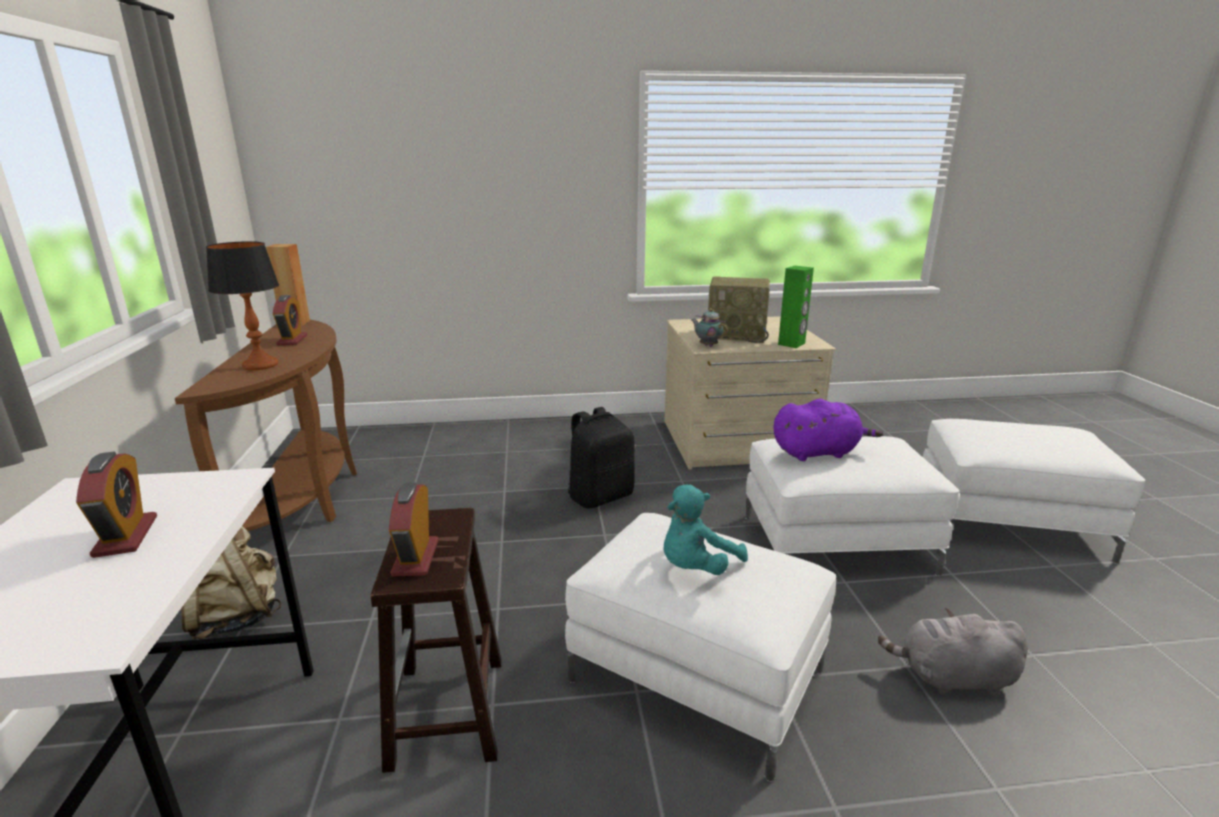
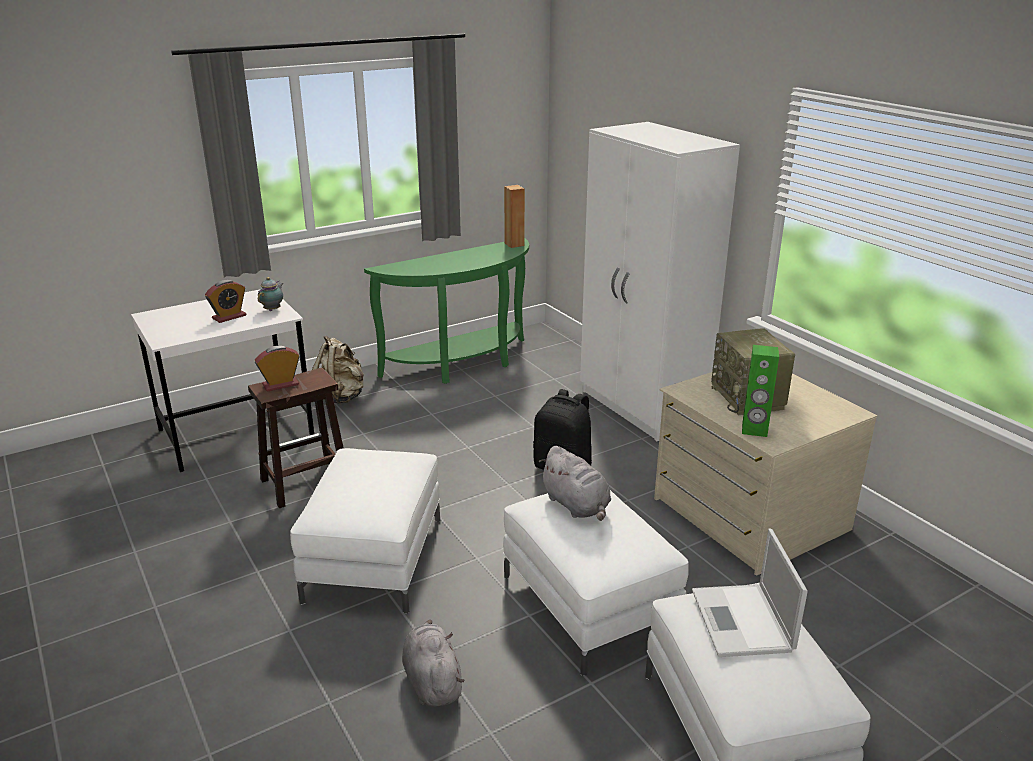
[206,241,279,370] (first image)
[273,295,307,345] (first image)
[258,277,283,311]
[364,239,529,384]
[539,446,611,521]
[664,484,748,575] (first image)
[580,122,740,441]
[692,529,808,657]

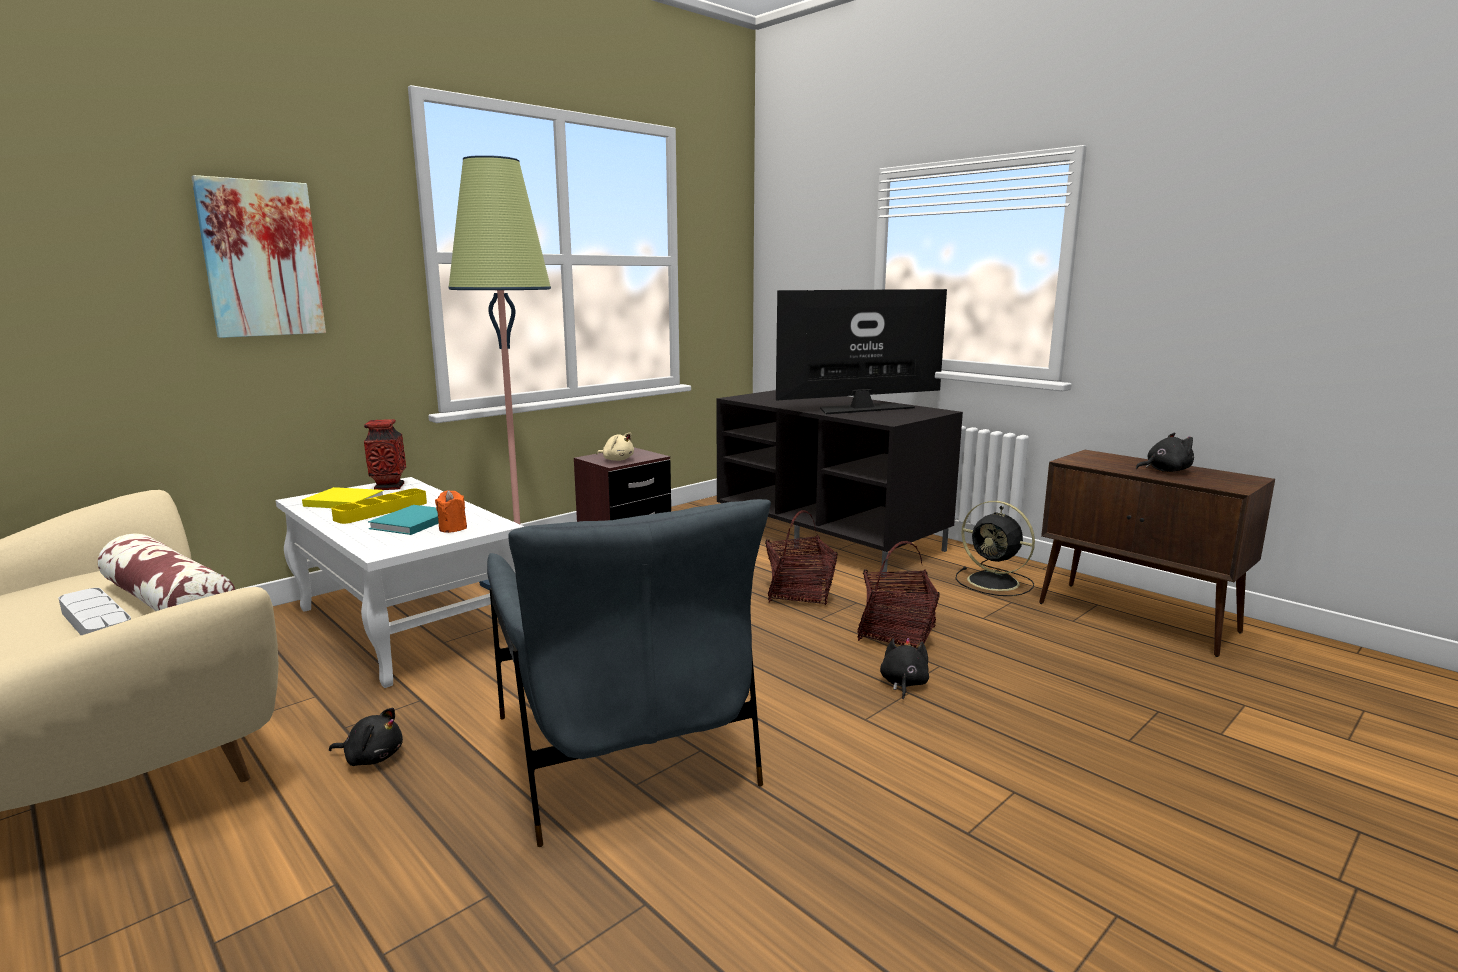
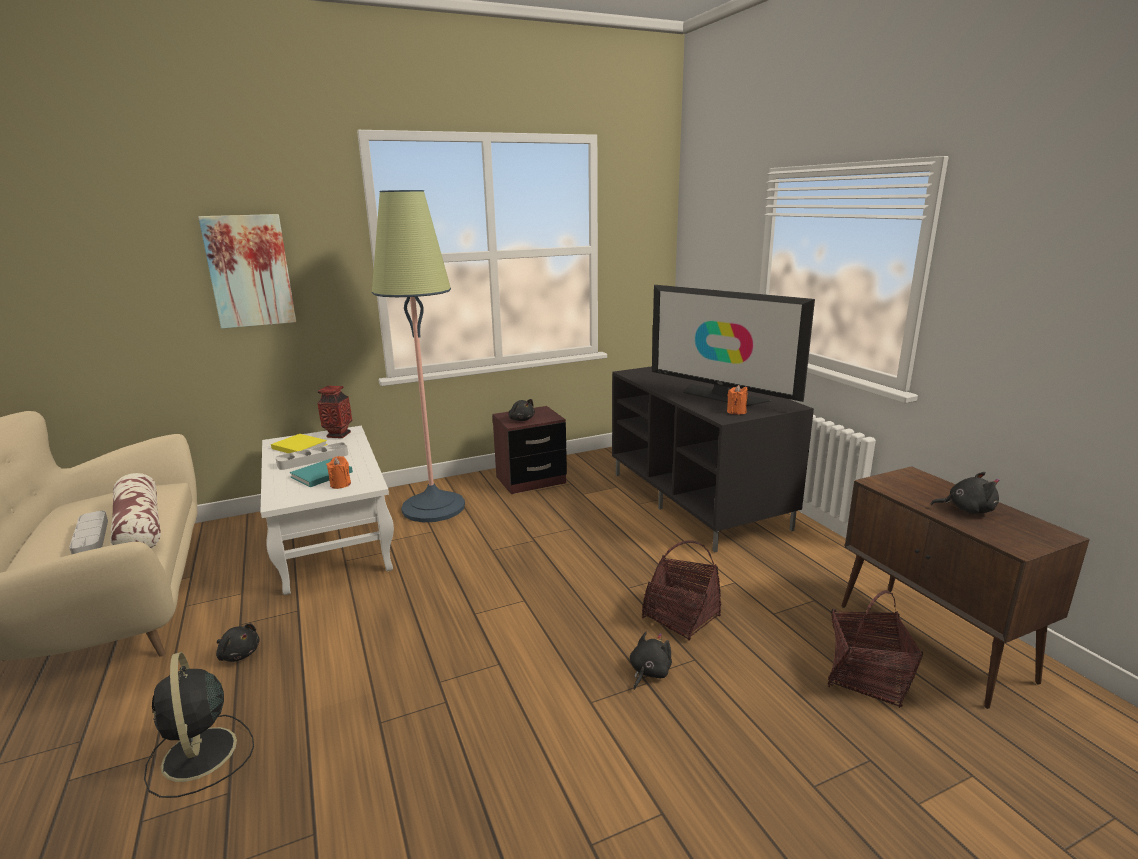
[652,285,815,406]
[509,399,535,421]
[276,442,348,470]
[487,499,771,847] (first image)
[144,652,254,798]
[828,590,923,708]
[727,385,747,415]

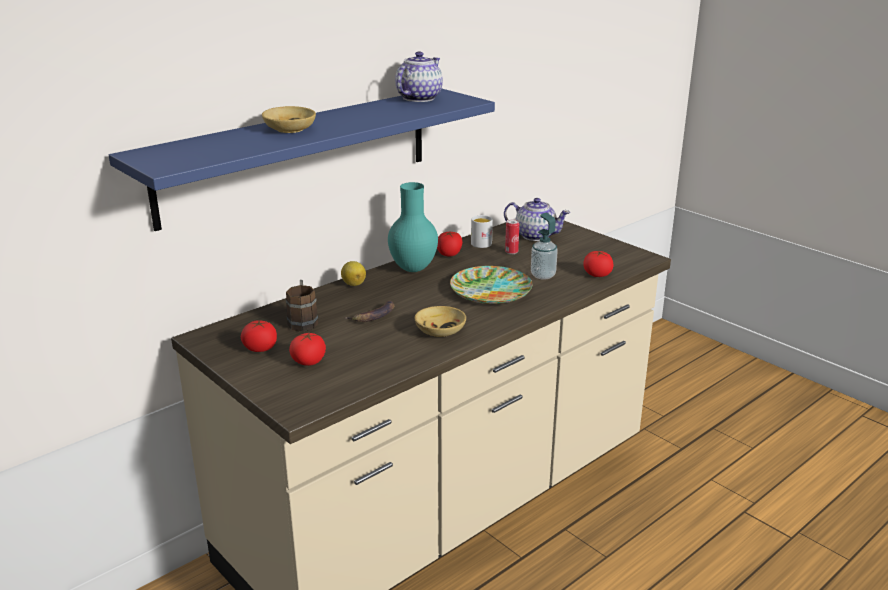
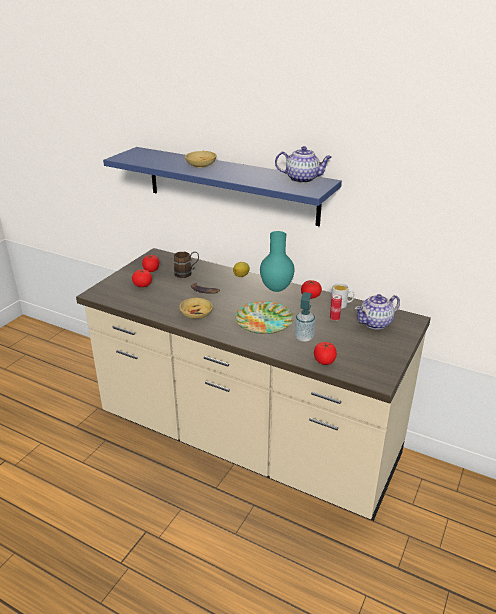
[355,294,400,330]

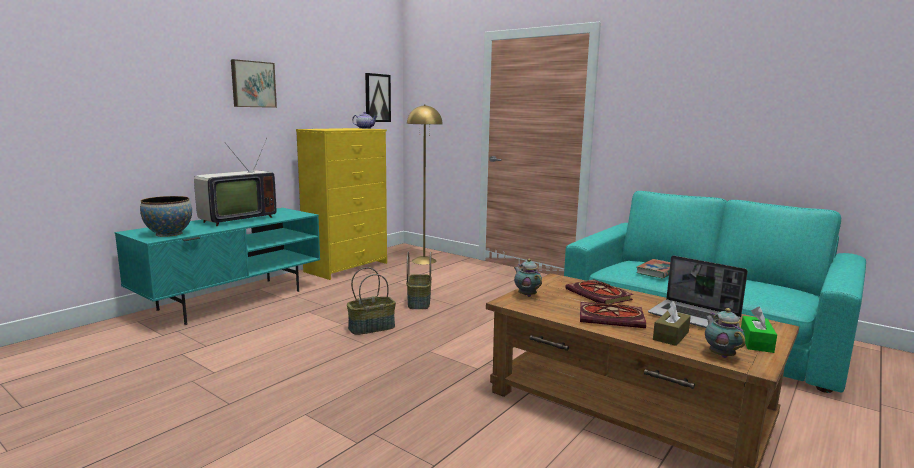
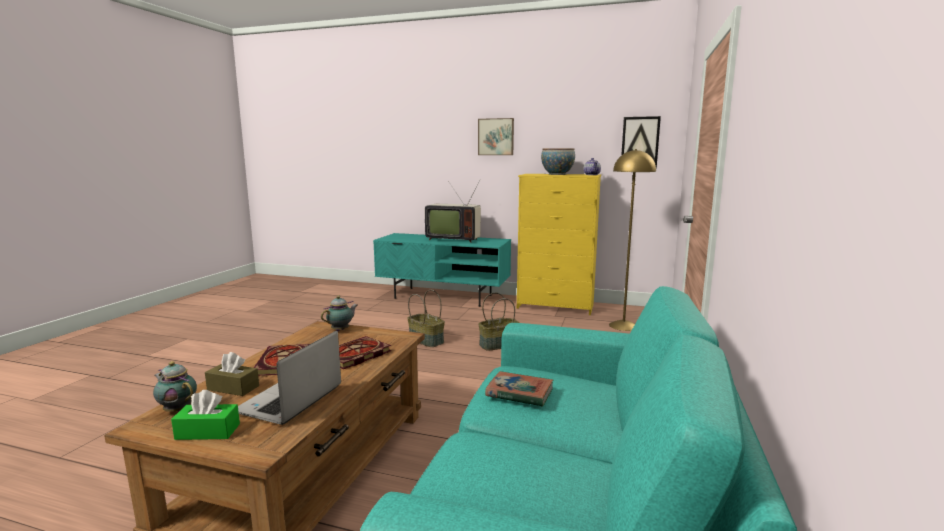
[541,148,575,175]
[153,361,197,412]

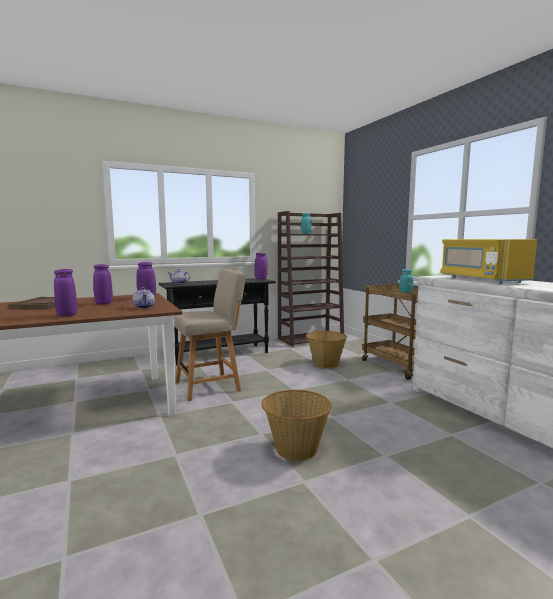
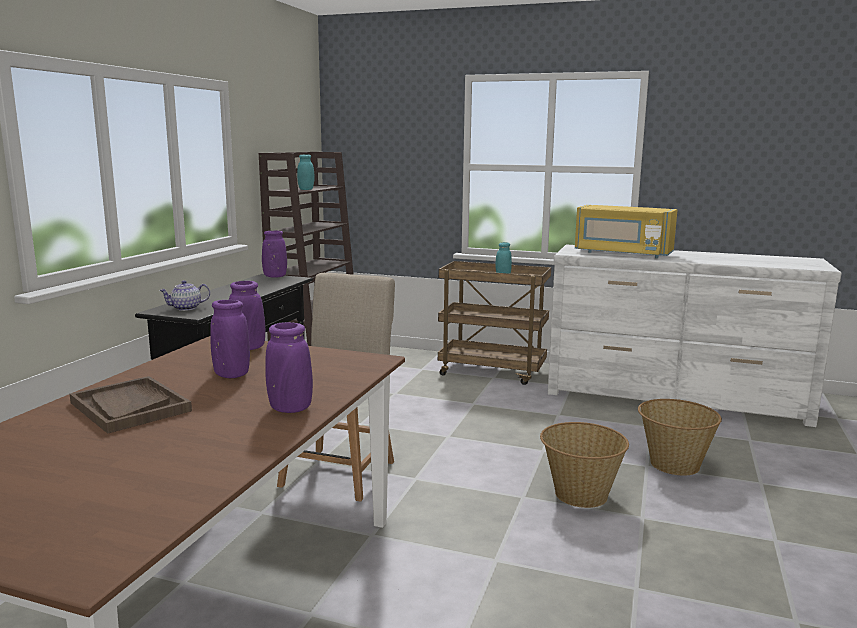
[133,287,155,309] (first image)
[638,399,722,475]

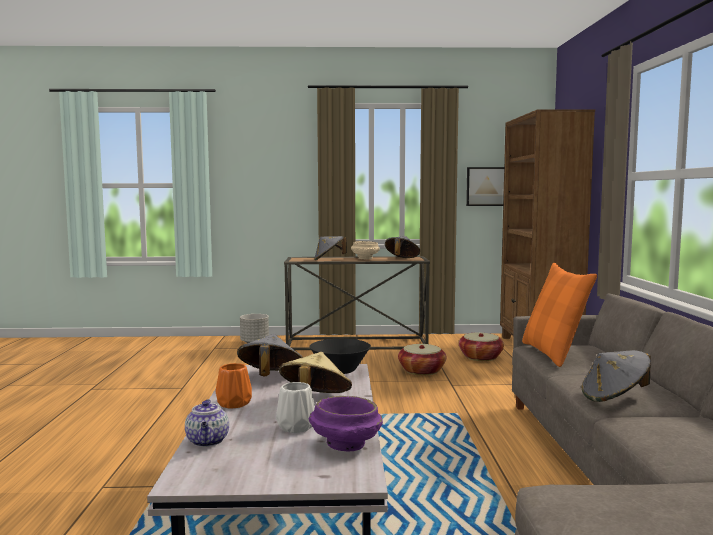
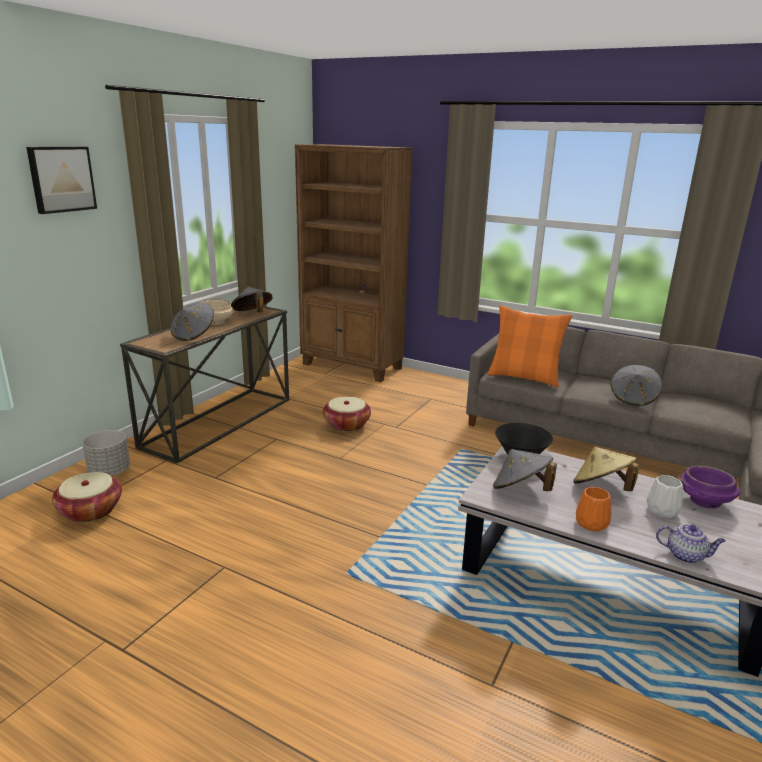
[26,147,97,214]
[52,472,122,523]

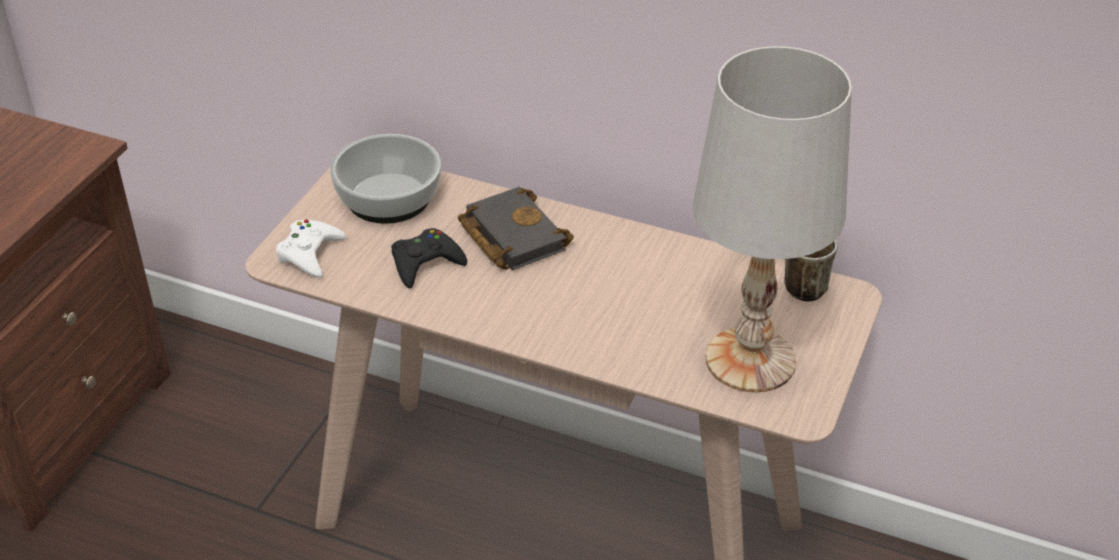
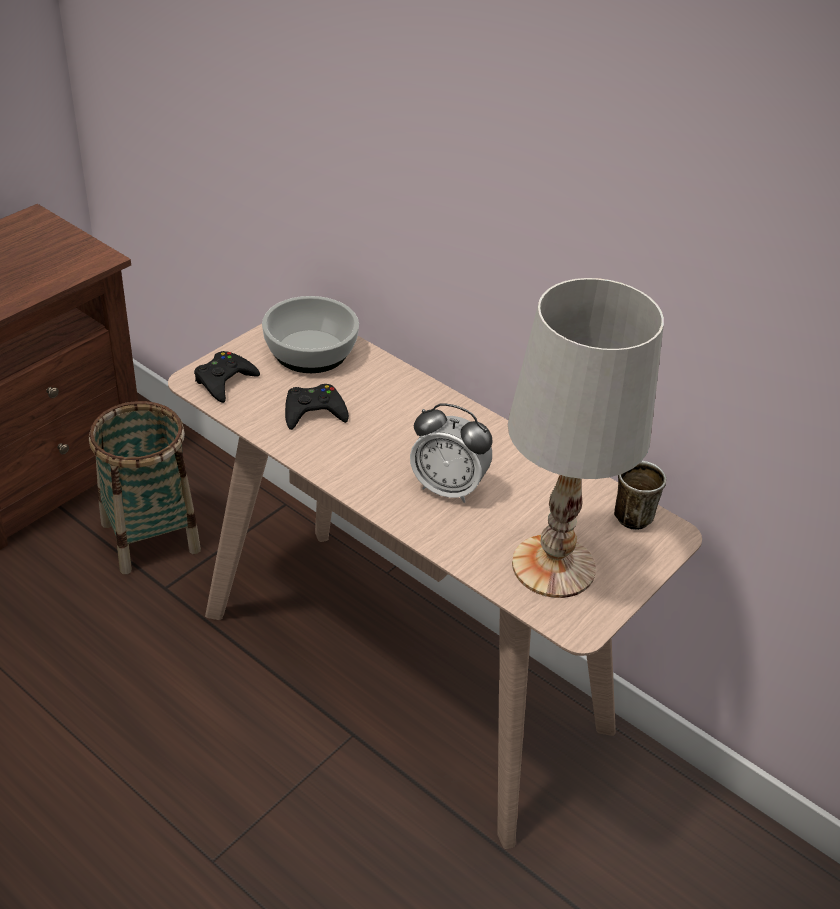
[458,187,574,270] (first image)
[194,351,260,403]
[89,401,201,574]
[410,403,492,503]

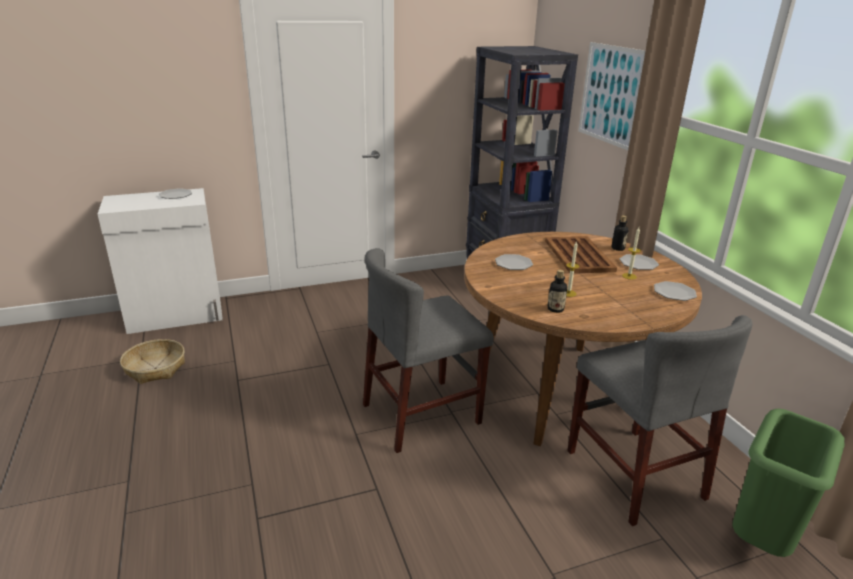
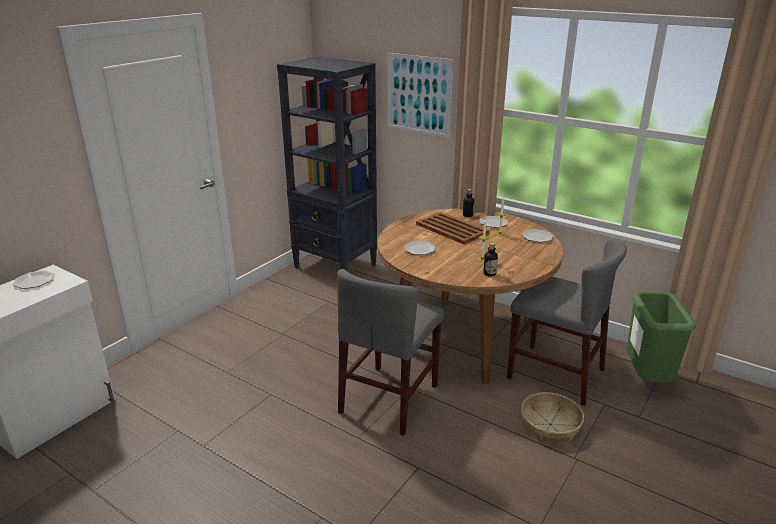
[521,392,584,442]

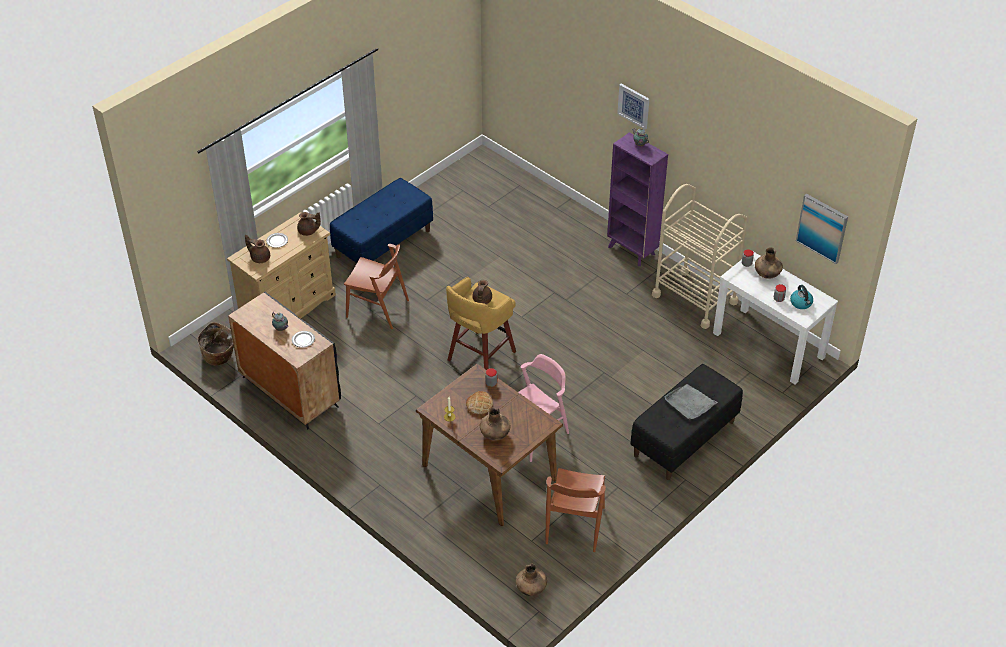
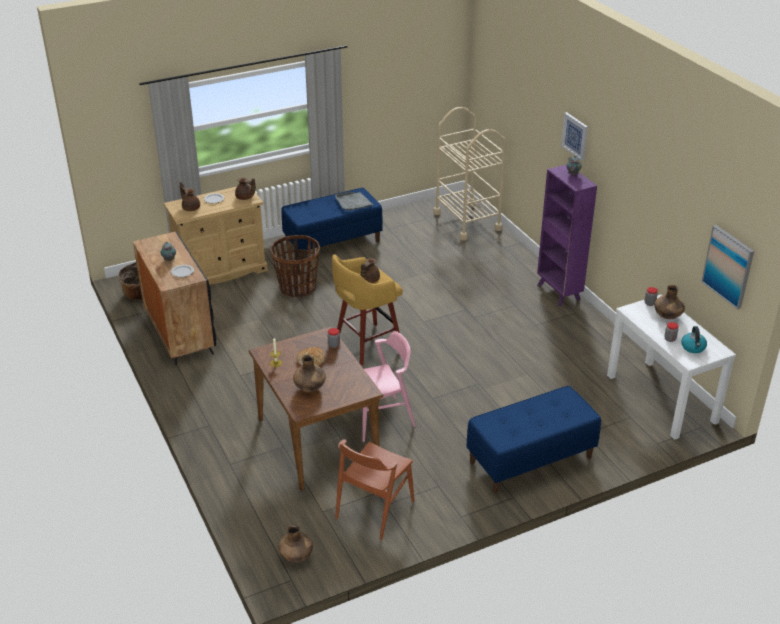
[433,107,506,241]
[270,235,320,297]
[466,386,601,493]
[335,192,373,210]

